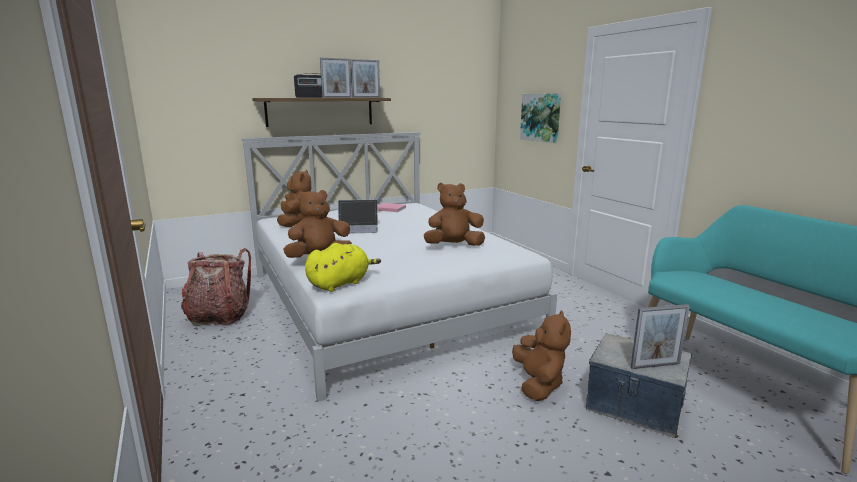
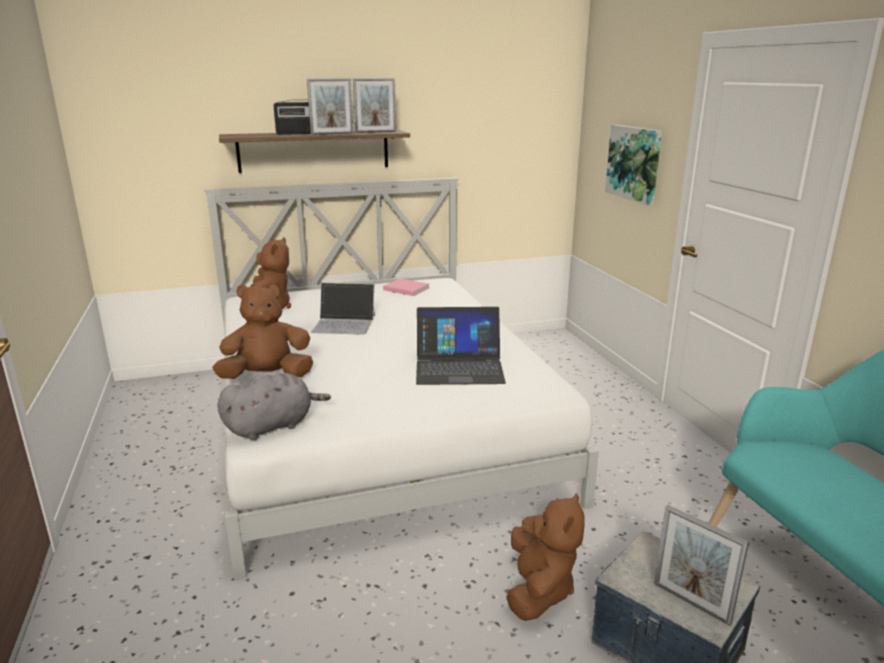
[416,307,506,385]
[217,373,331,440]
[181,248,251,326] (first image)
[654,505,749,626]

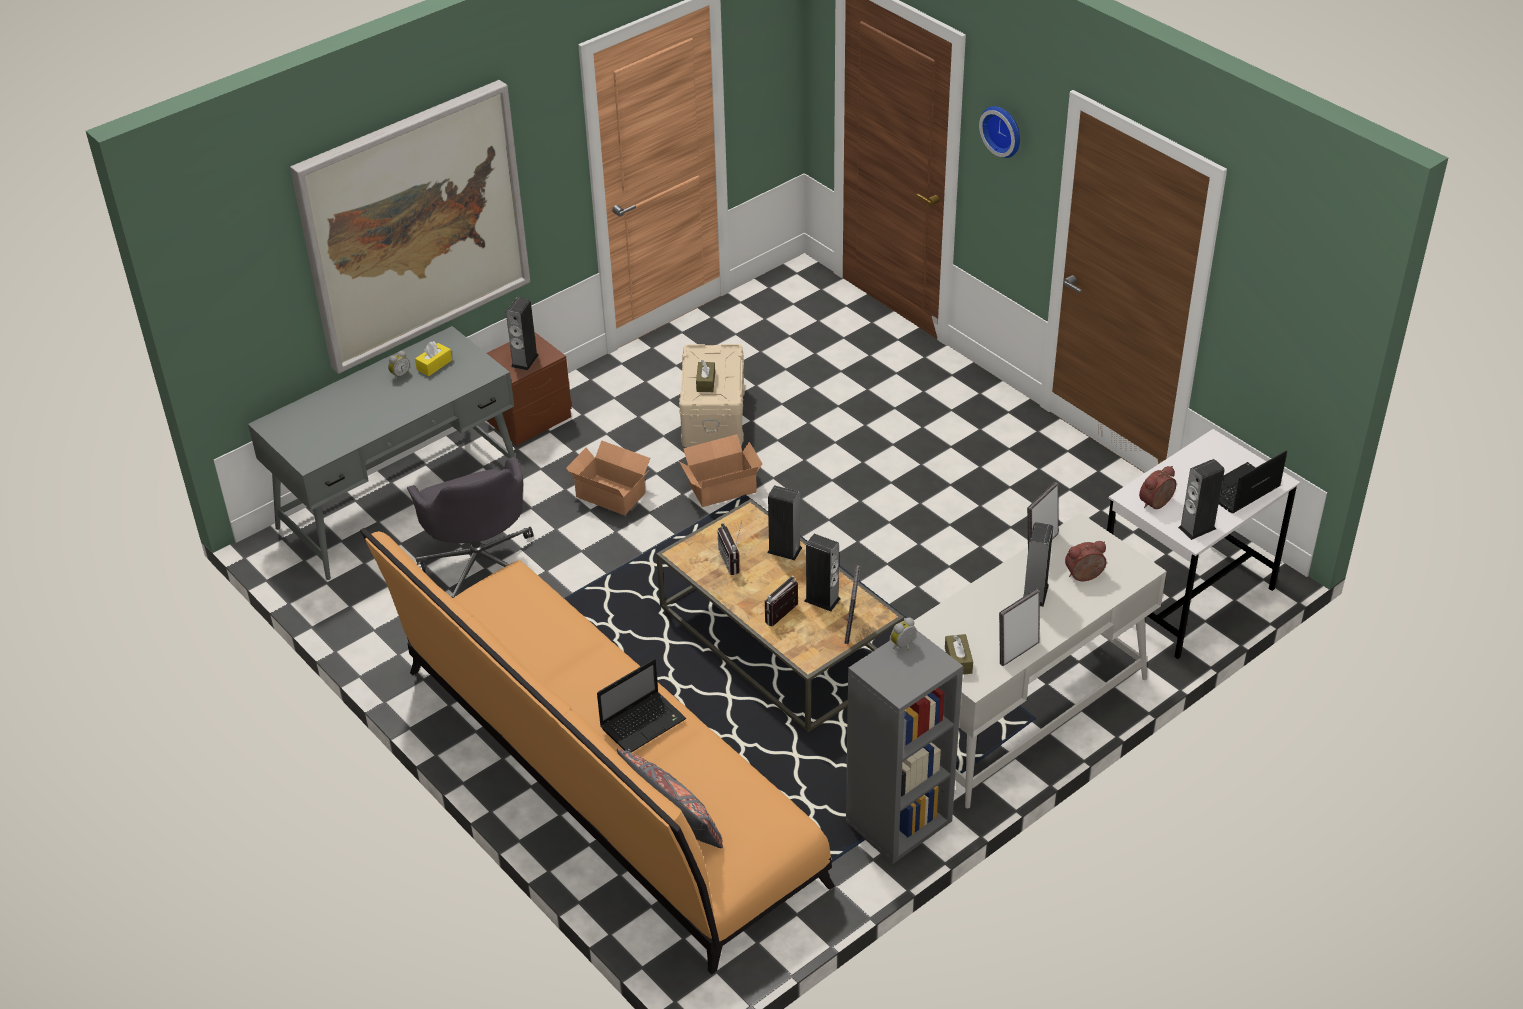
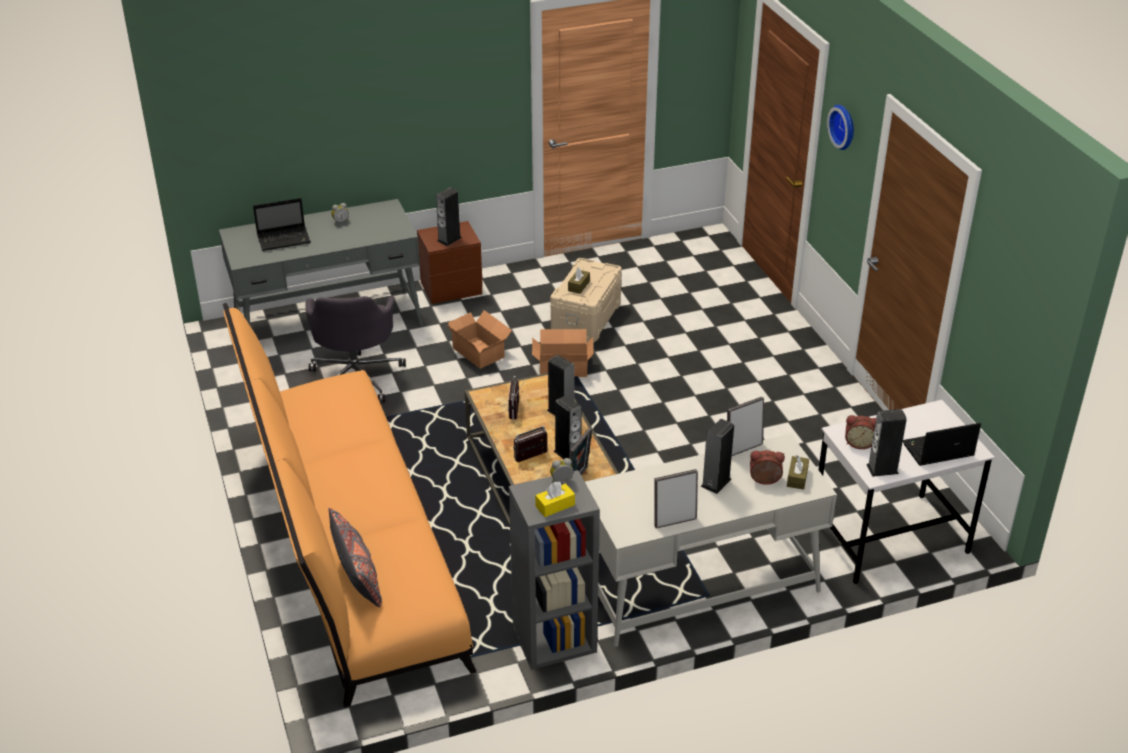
[290,80,530,374] (first image)
[535,482,575,517]
[845,415,876,449]
[787,455,809,490]
[253,198,311,251]

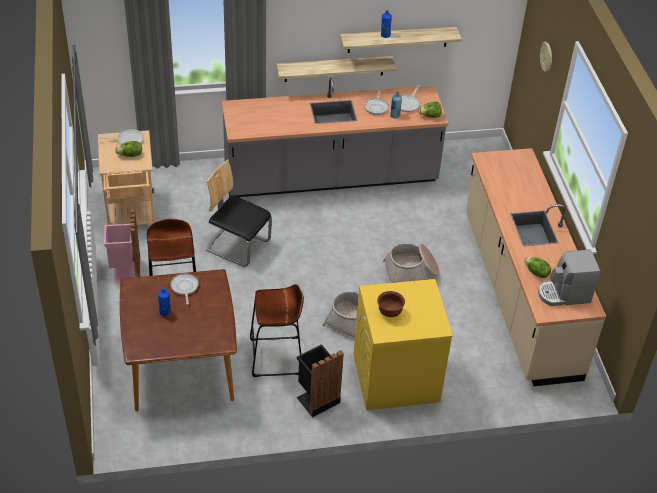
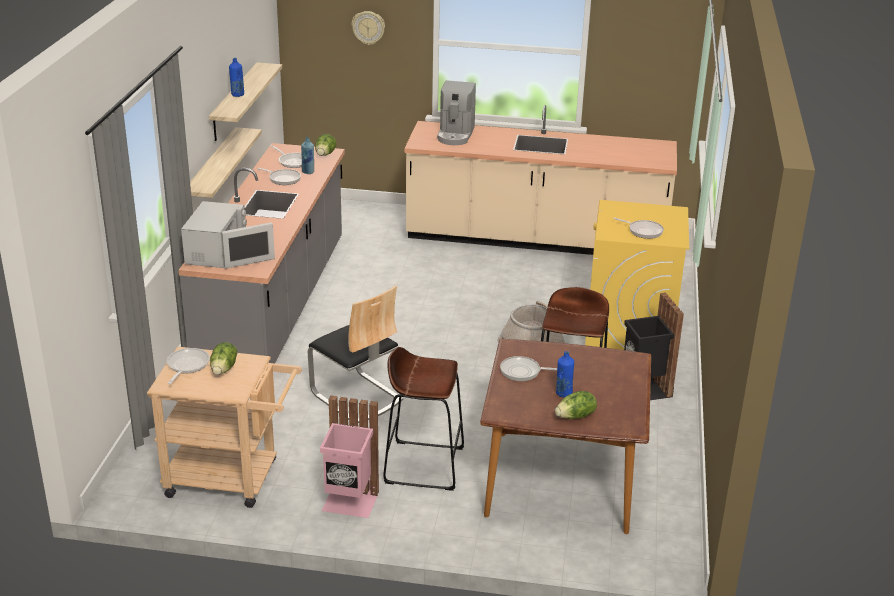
[308,285,403,423]
[383,243,440,283] (first image)
[437,81,476,145]
[555,391,597,419]
[614,218,664,239]
[181,201,275,269]

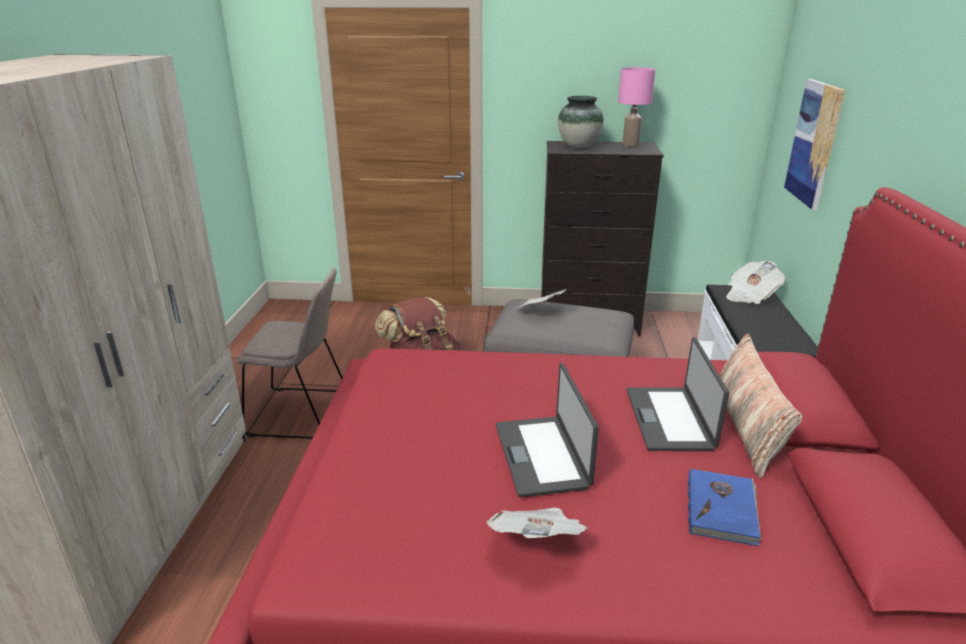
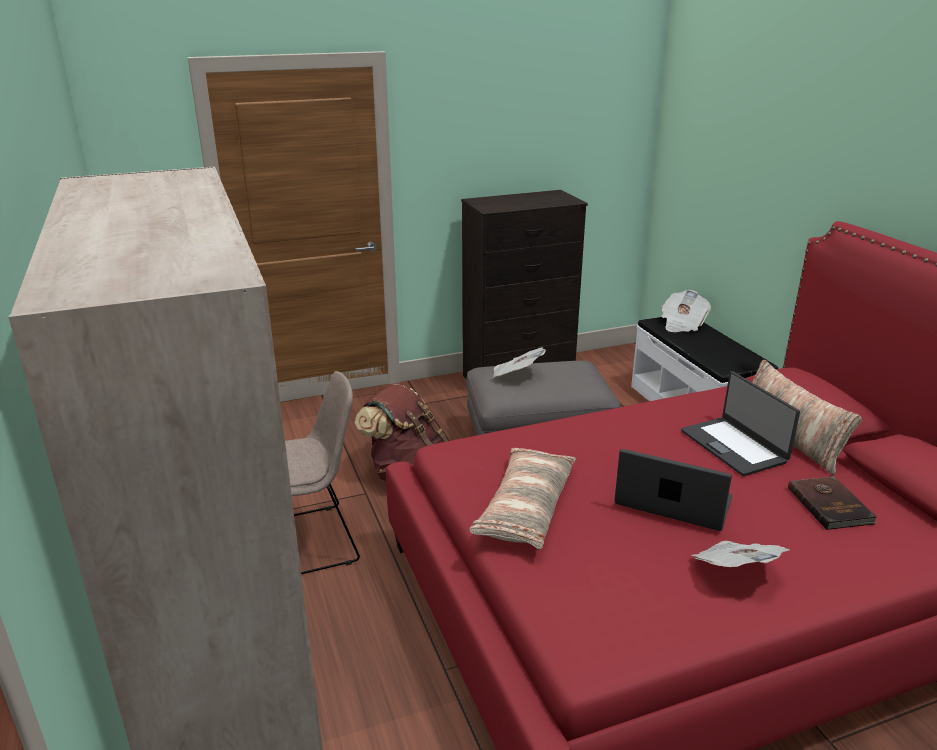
[618,67,655,147] (first image)
[784,79,845,210] (first image)
[558,96,604,148] (first image)
[614,449,732,531]
[788,476,877,530]
[469,448,576,549]

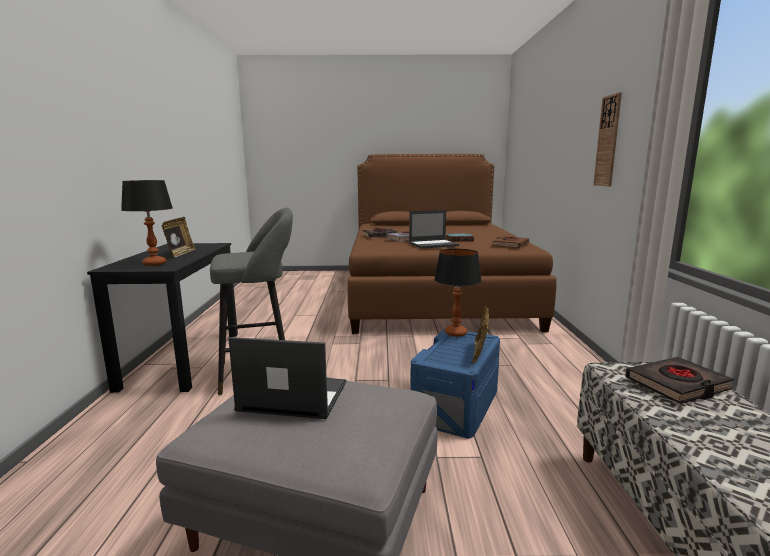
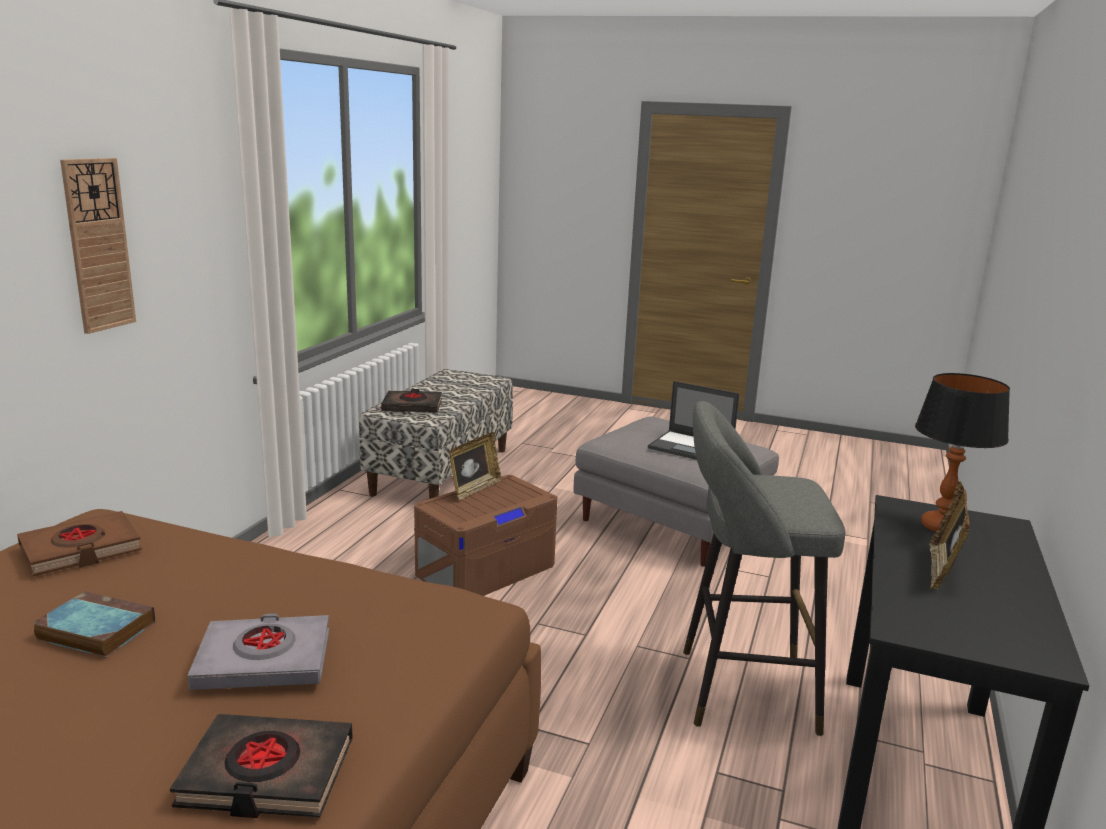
[409,210,459,249] (first image)
[434,249,482,337] (first image)
[414,475,557,596]

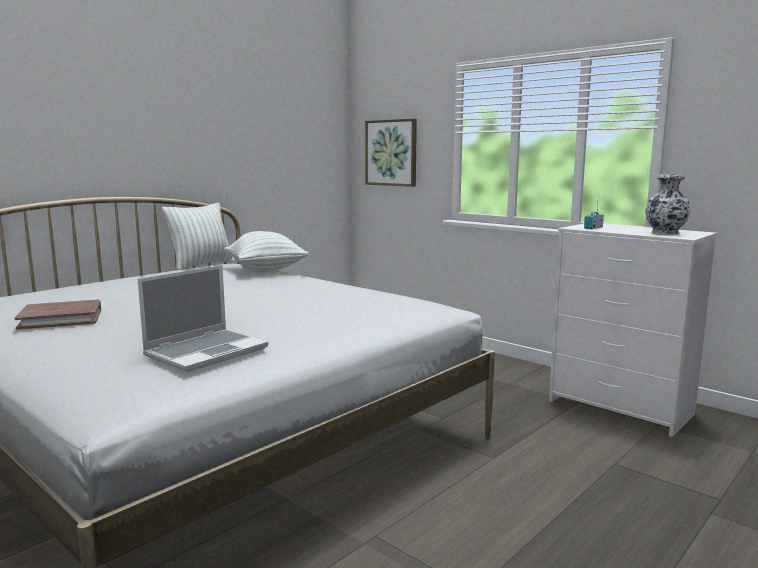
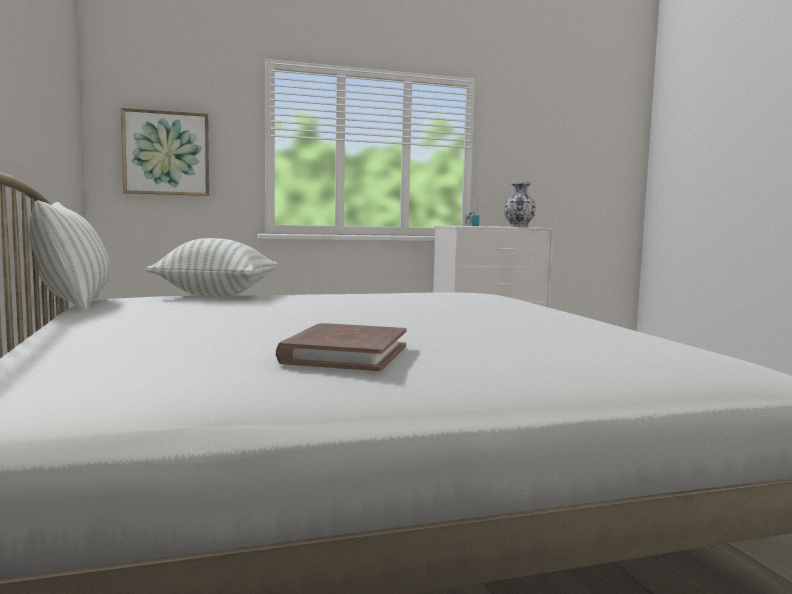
[138,265,268,372] (first image)

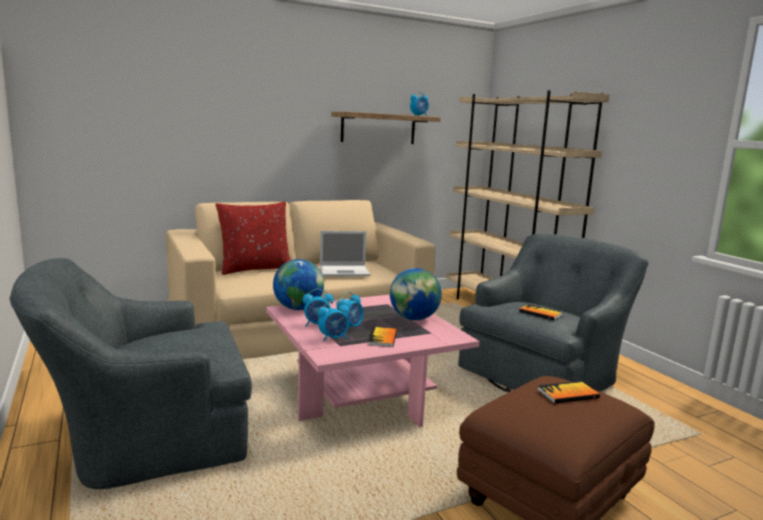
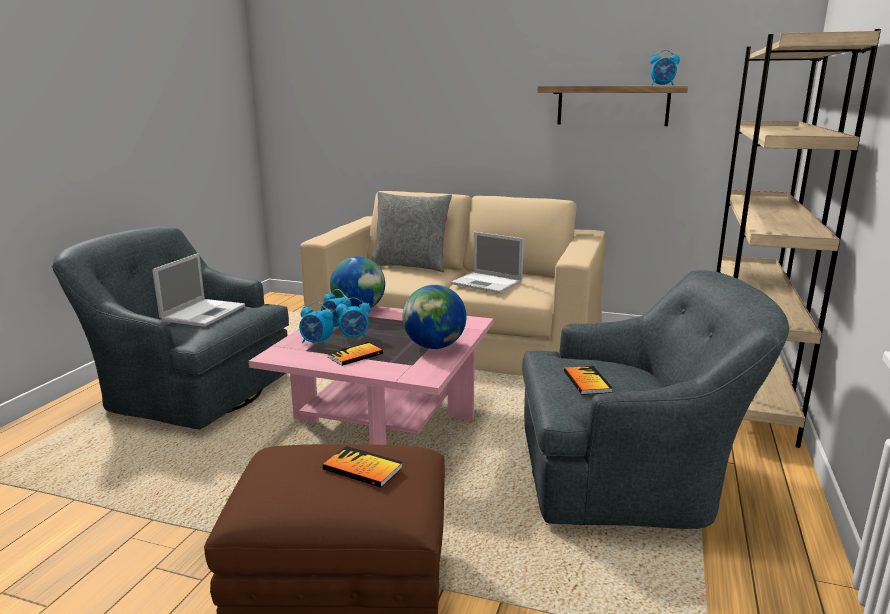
[371,192,452,272]
[152,253,245,327]

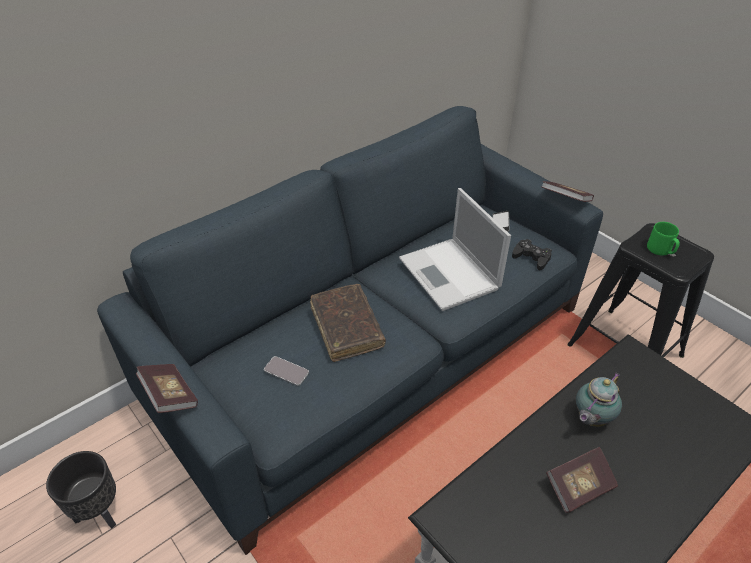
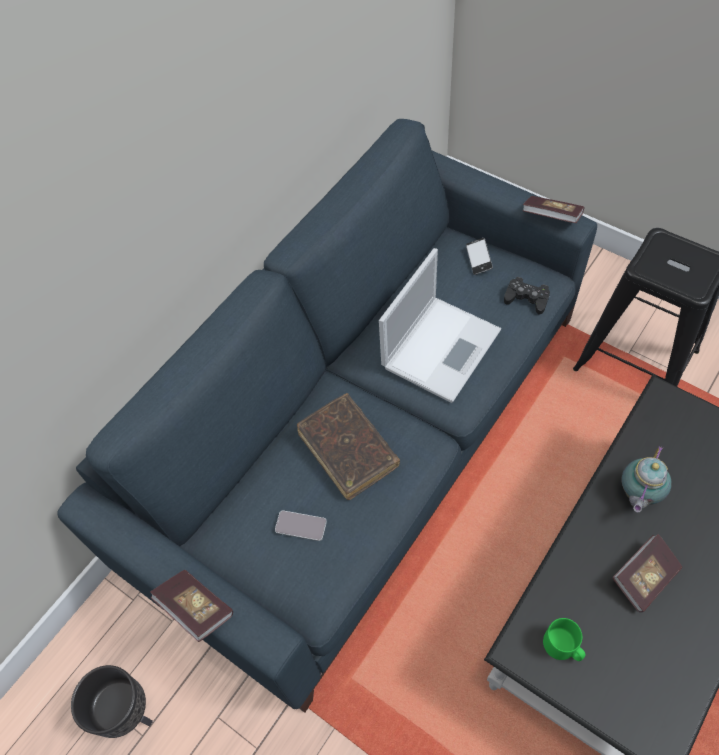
[379,248,501,403]
[543,618,586,661]

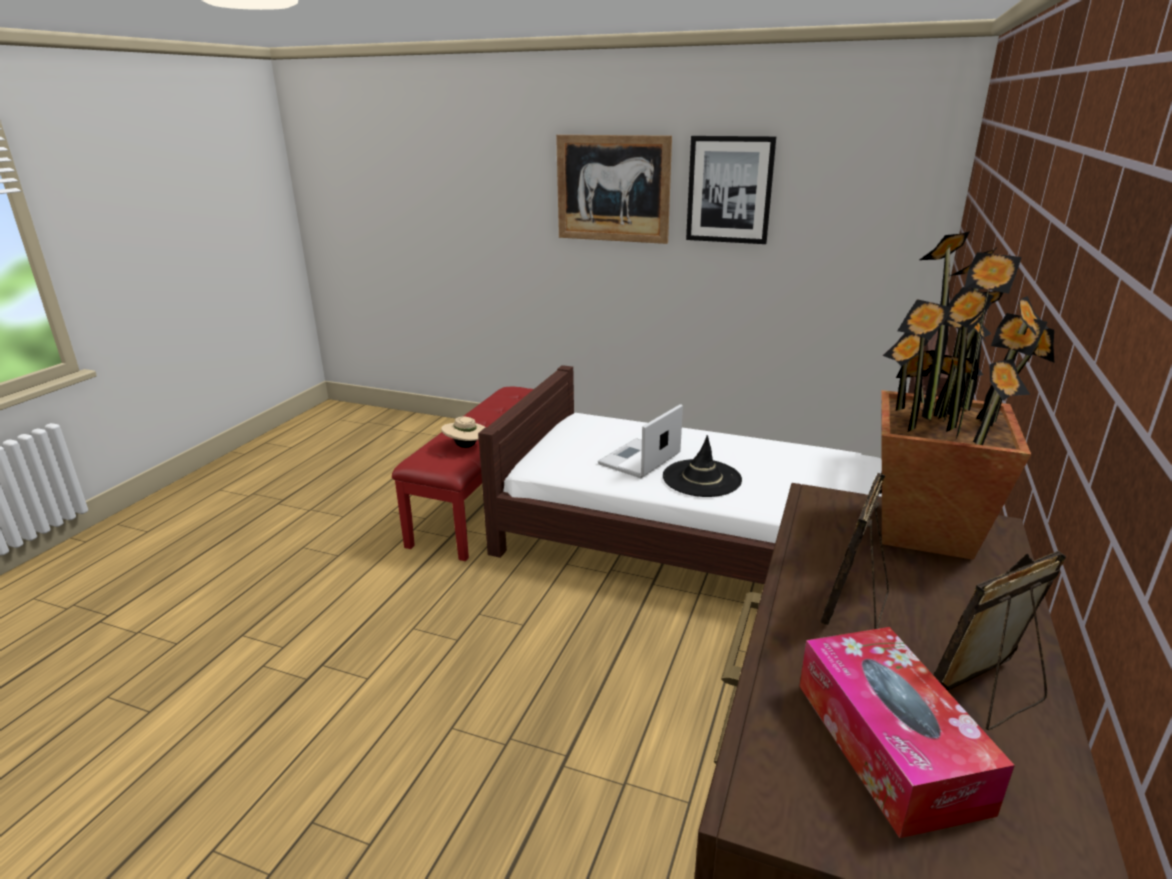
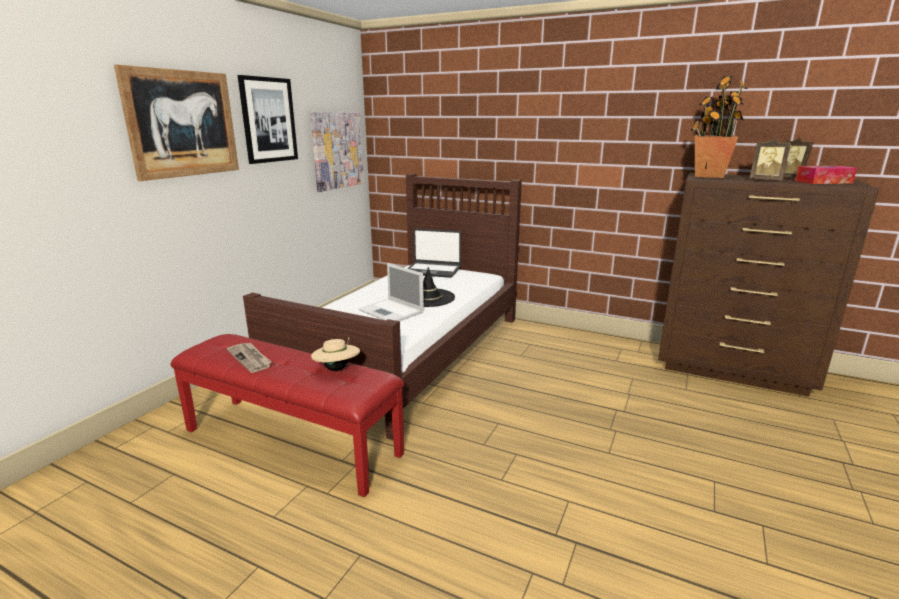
[310,112,364,192]
[407,229,461,278]
[227,343,272,373]

